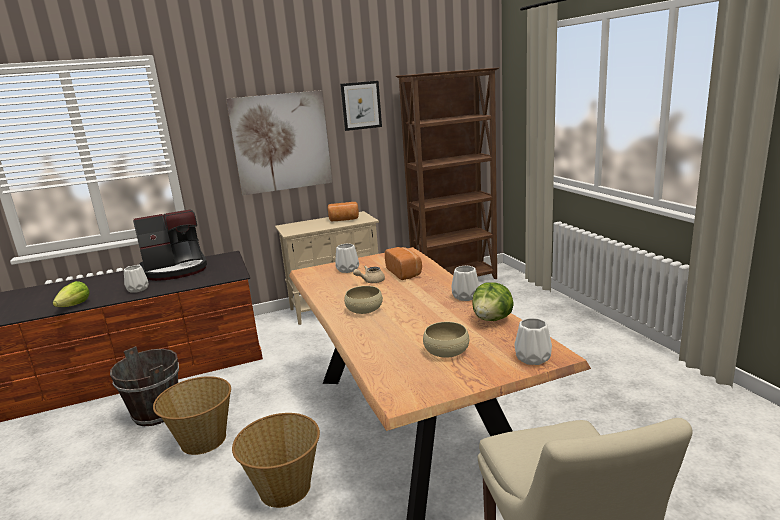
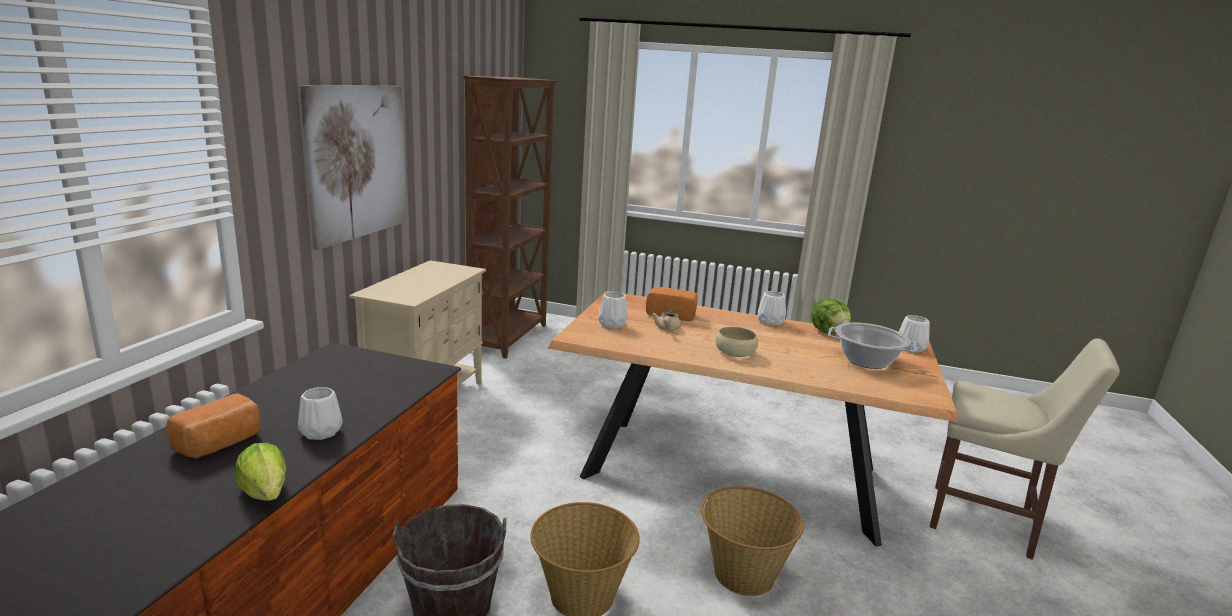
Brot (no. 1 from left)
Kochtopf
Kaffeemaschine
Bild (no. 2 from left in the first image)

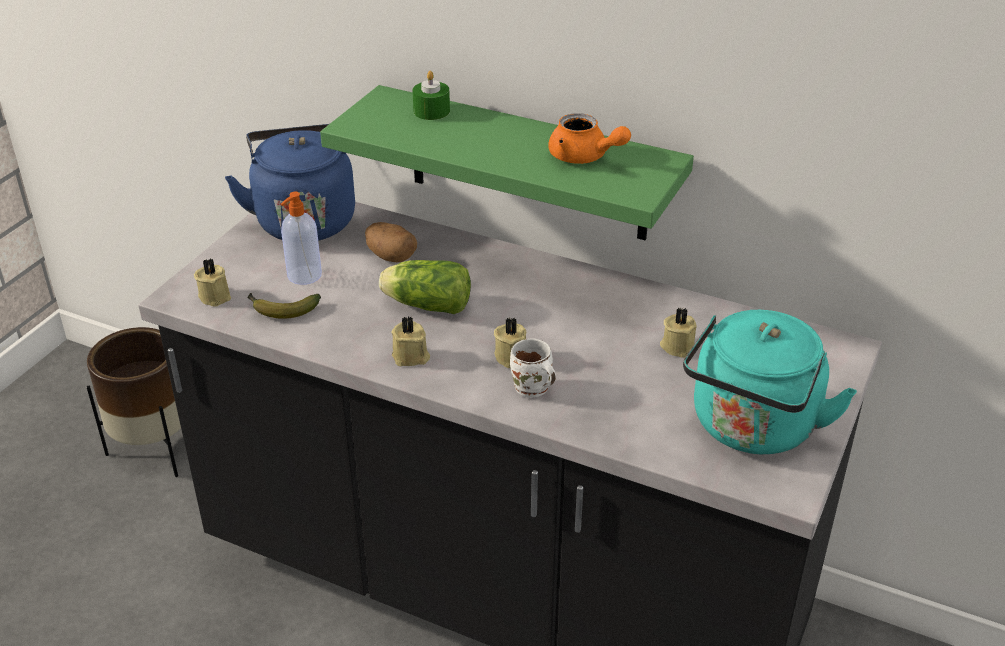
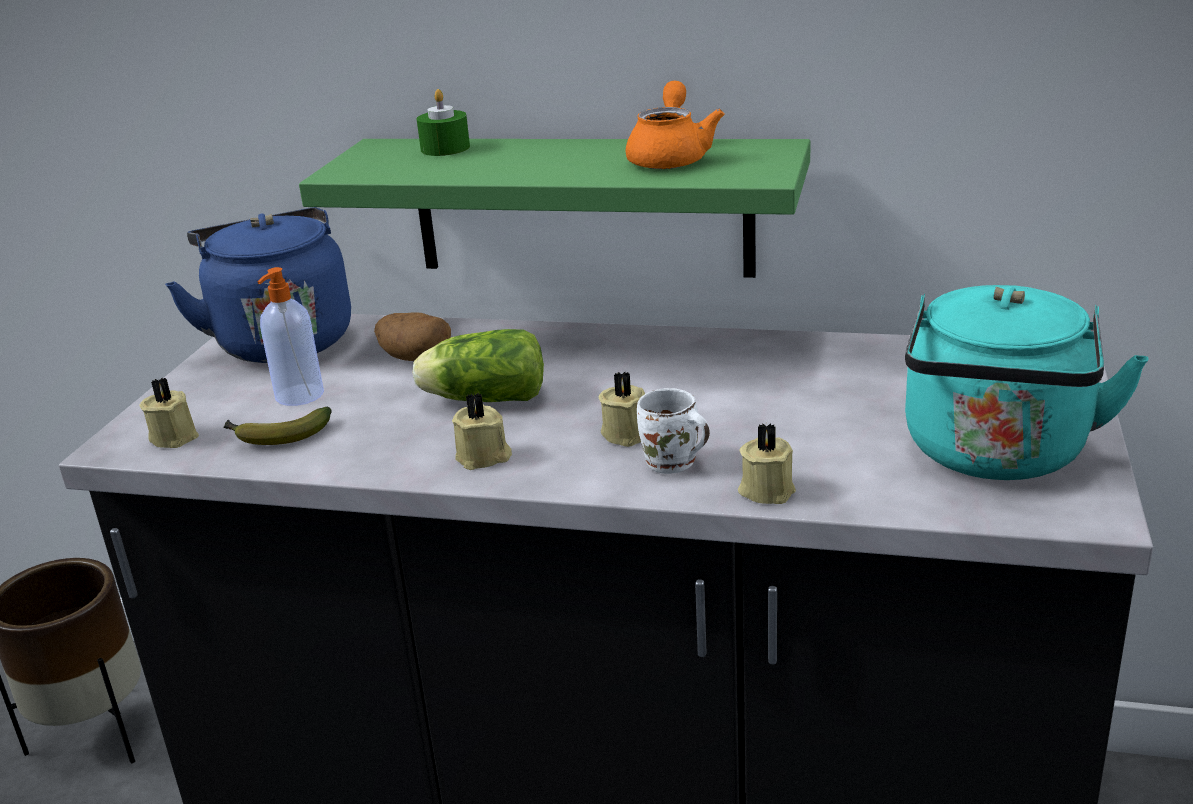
Teekanne [orange]
Kerze [beige] (no. 4 from left)

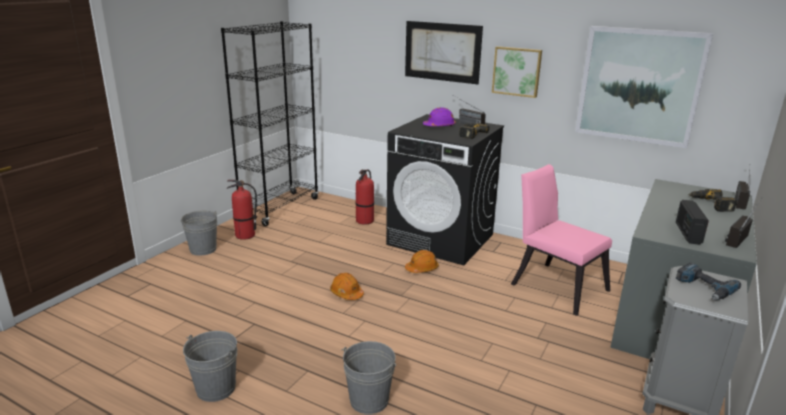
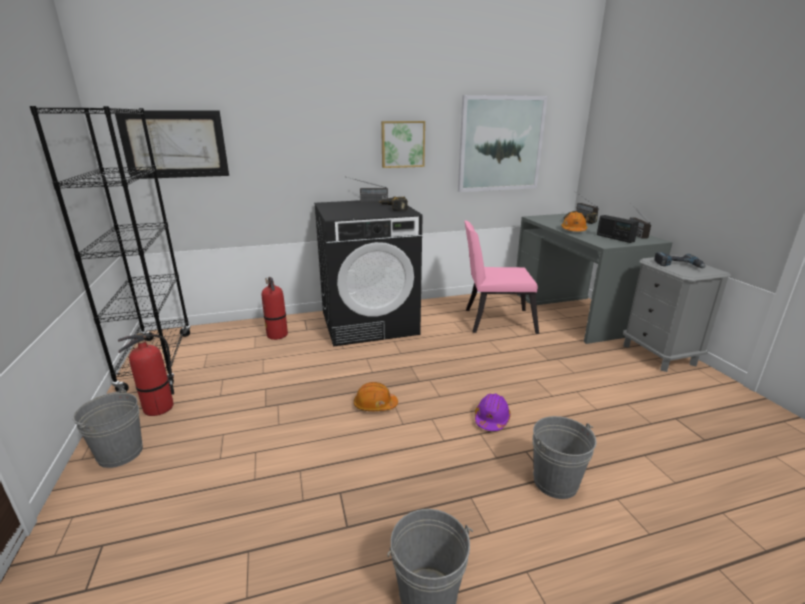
Bild (no. 1 from left)
Schutzhelm [lila]
Schutzhelm [orange] (no. 2 from left)

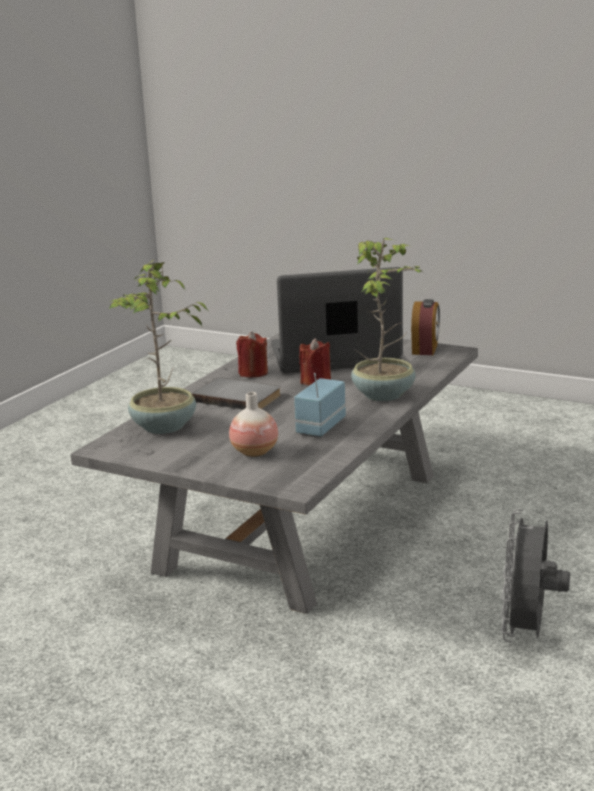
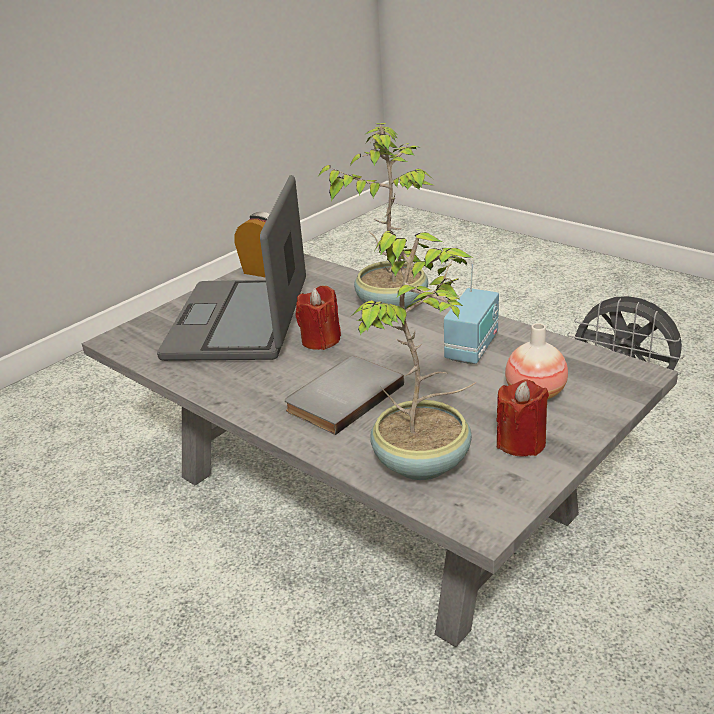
Radio
Kerze [rot] (no. 2 from left)

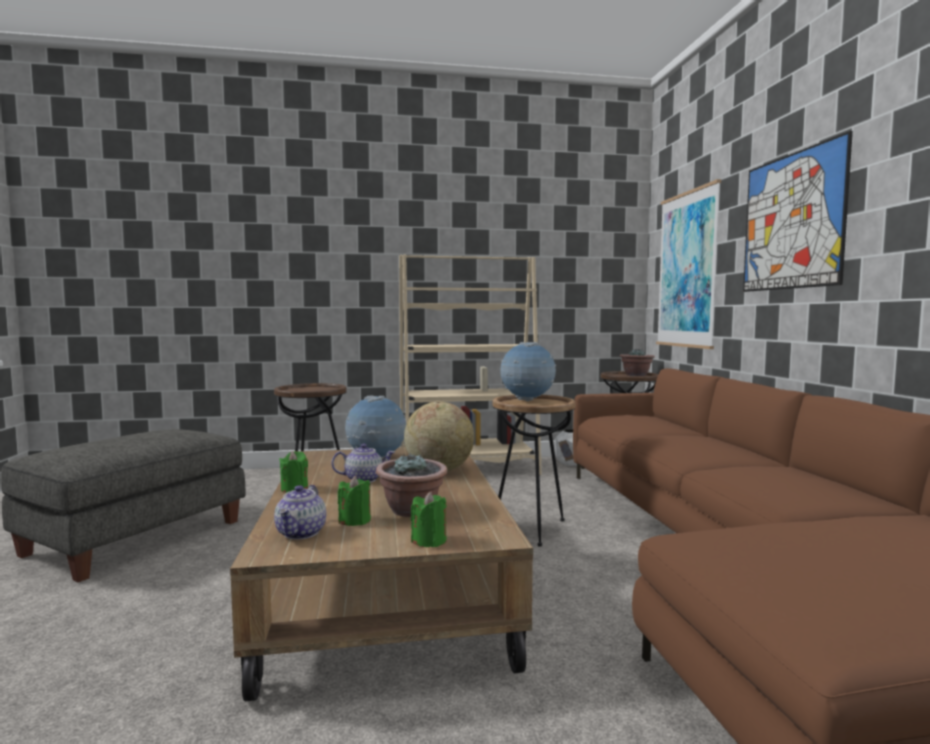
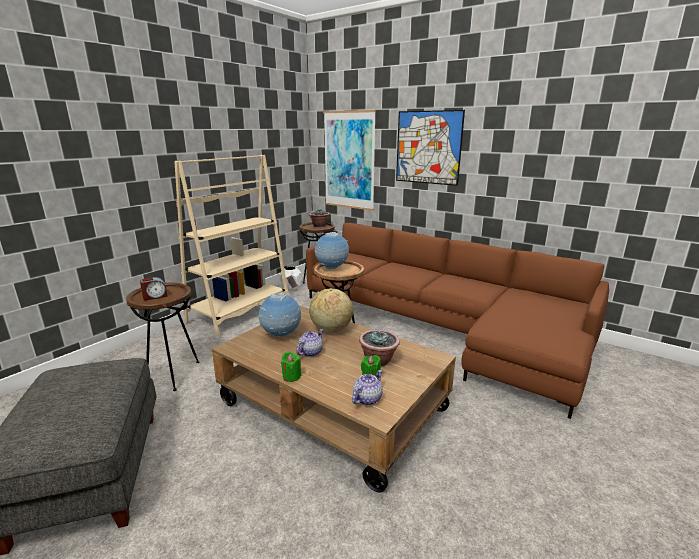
Wecker
Teekanne (no. 2 from left)
Kerze [grün] (no. 3 from left in the first image)

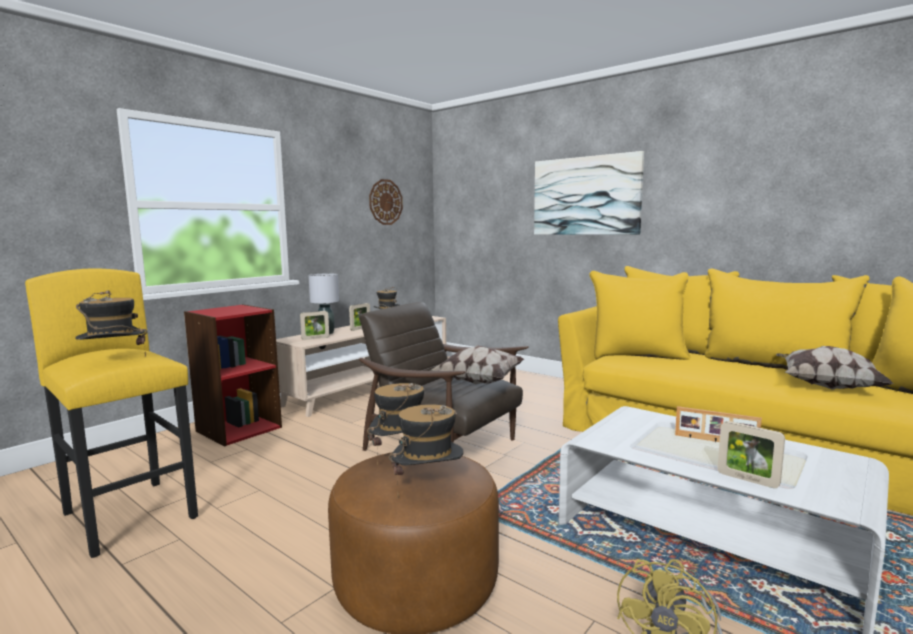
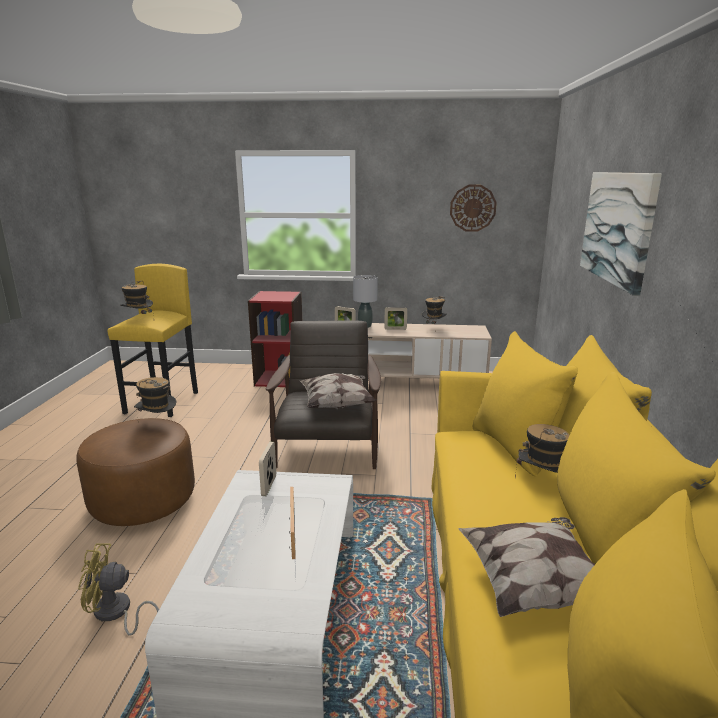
Bilderrahmen (no. 1 from left)
Hut (no. 4 from left)

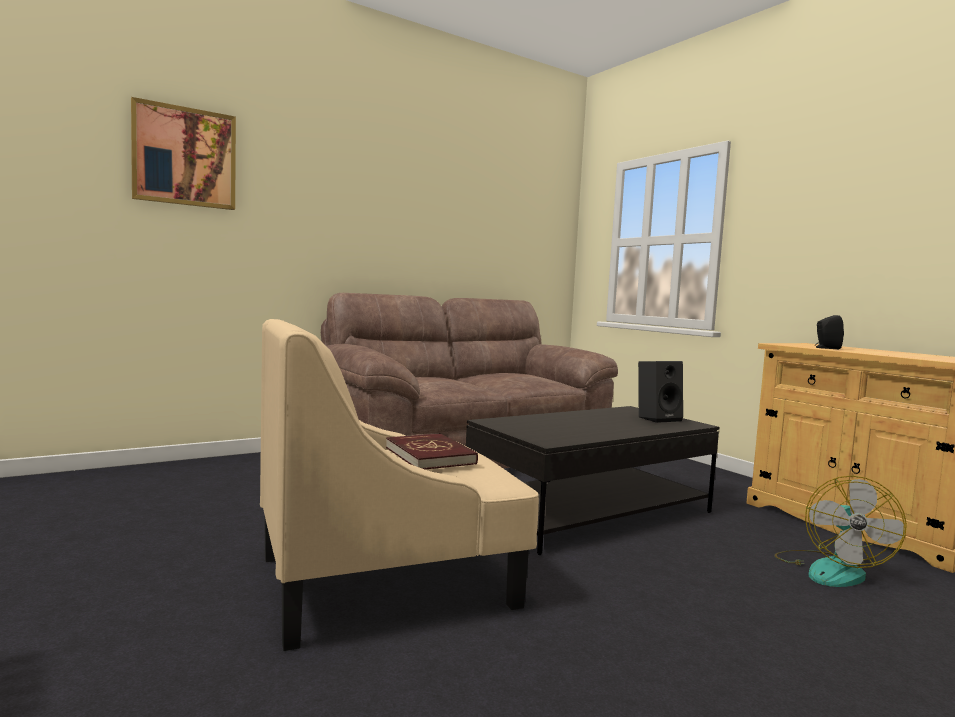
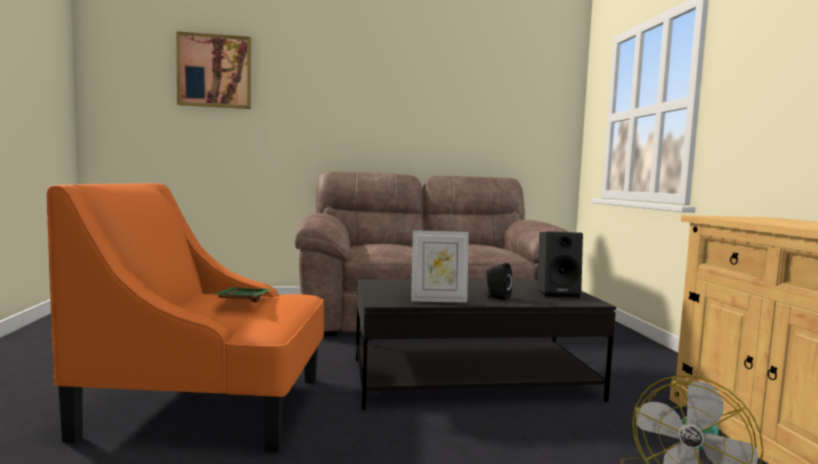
Sessel [orange]
Tablett [grün]
Bilderrahmen
Lautsprecher [schwarz] (no. 1 from left)

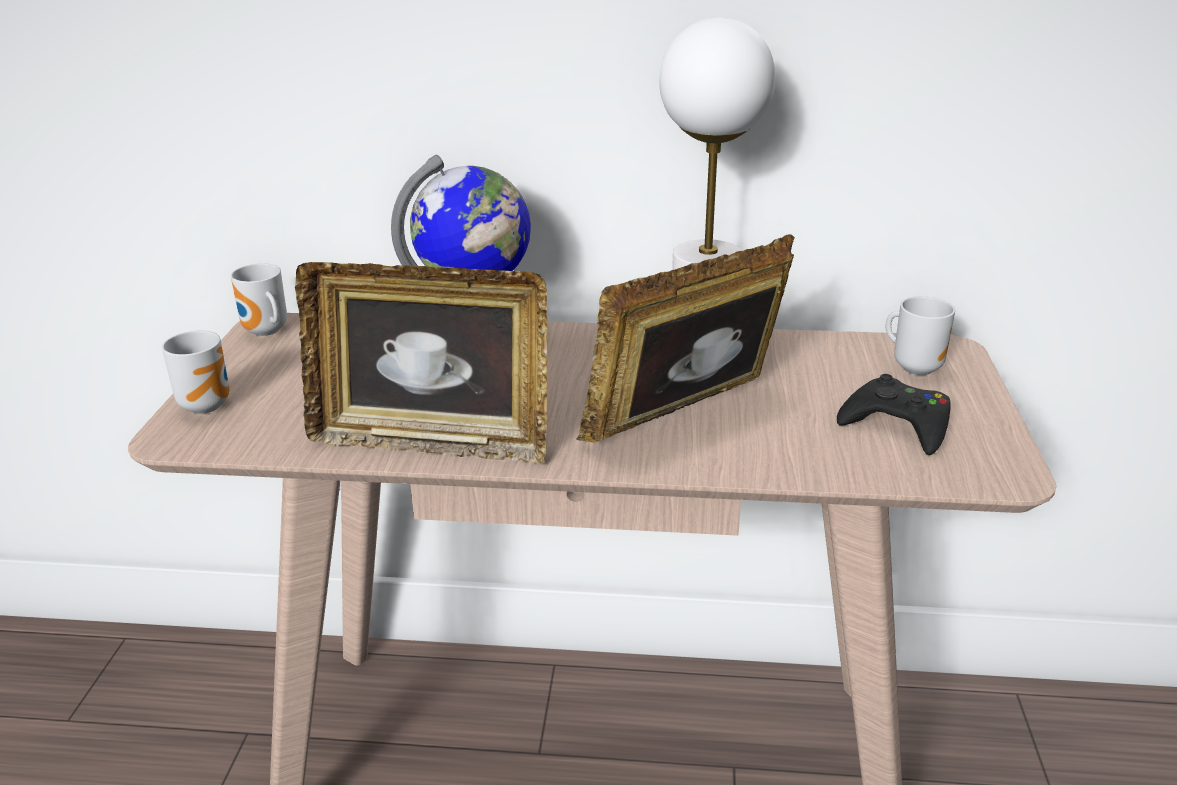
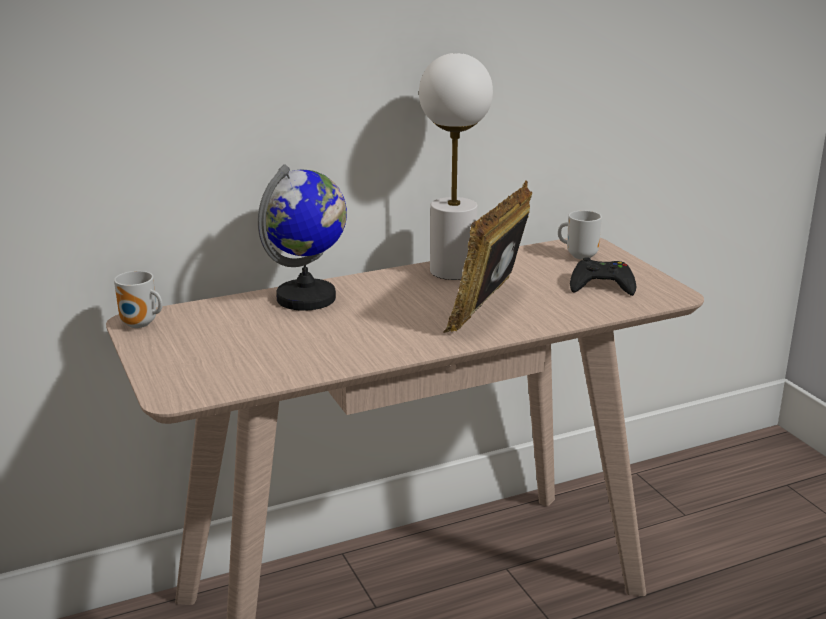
Henkelbecher (no. 1 from left in the first image)
Bilderrahmen (no. 1 from left in the first image)

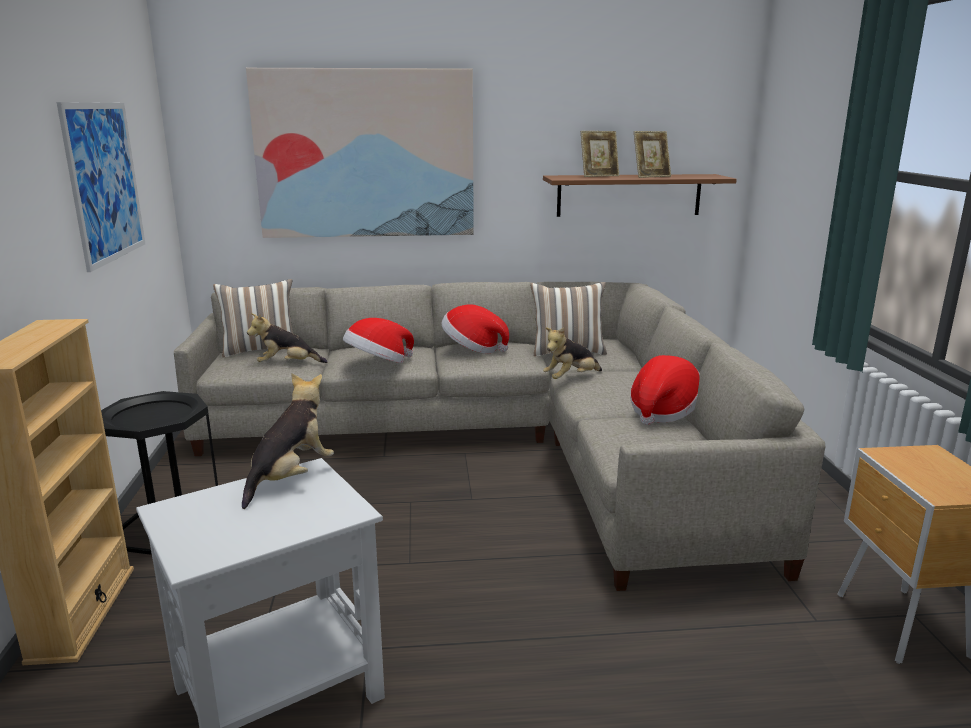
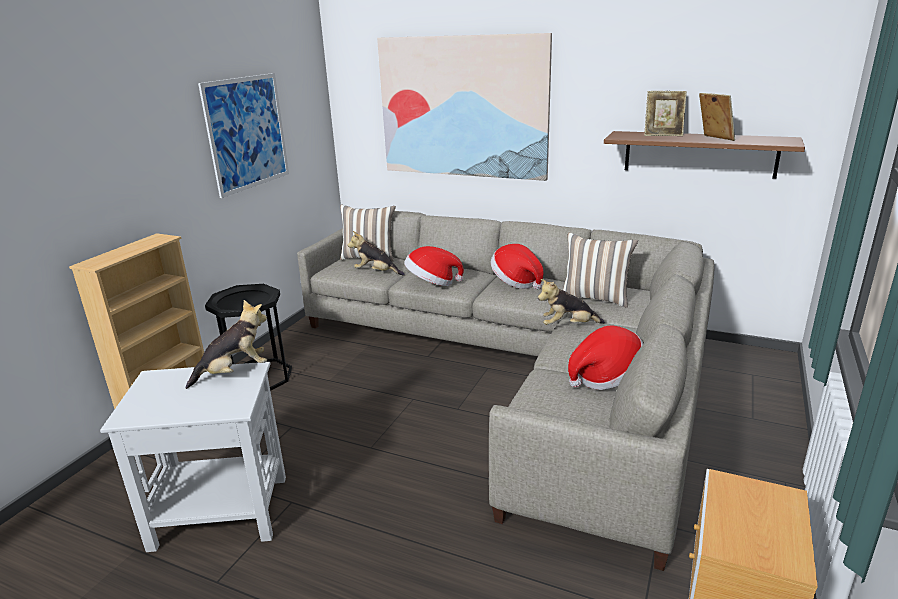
Bilderrahmen (no. 2 from left)

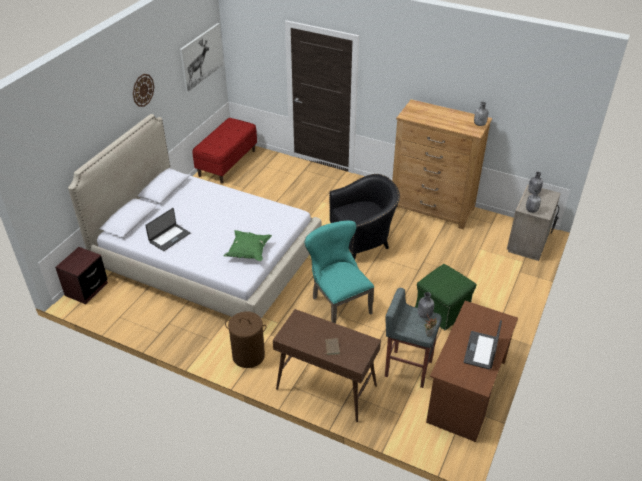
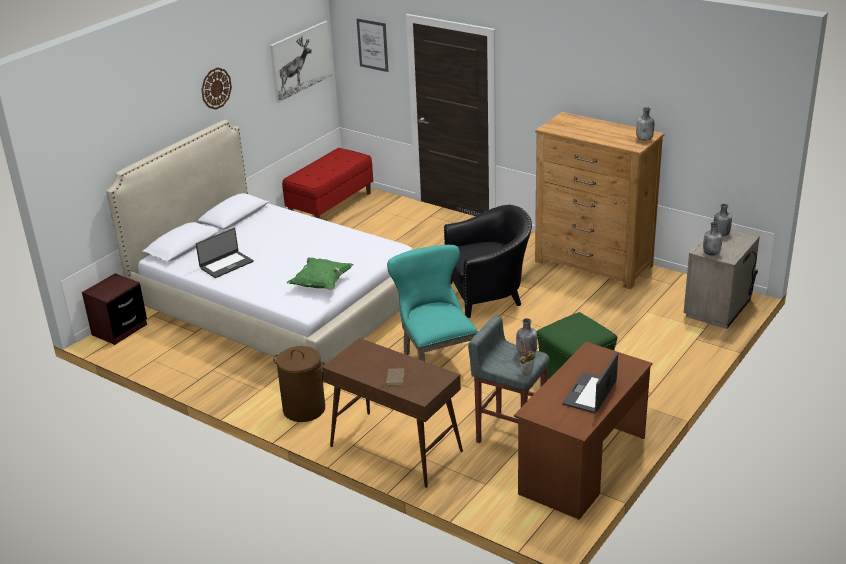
Bild (no. 2 from left)

